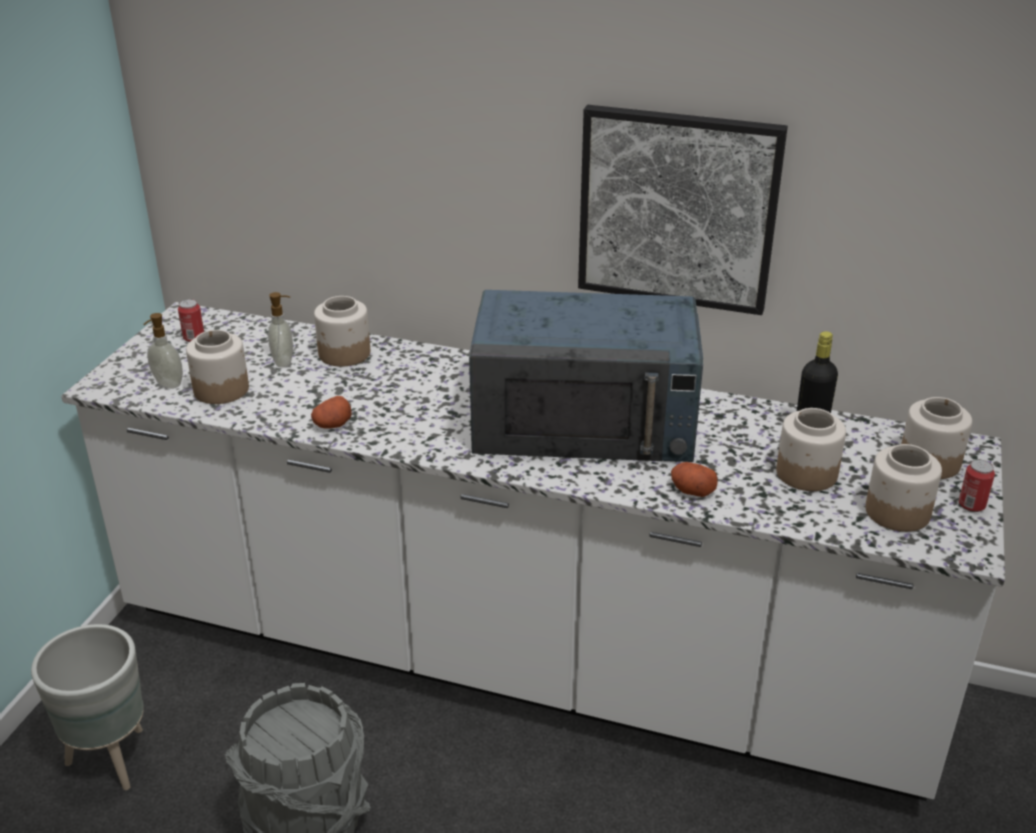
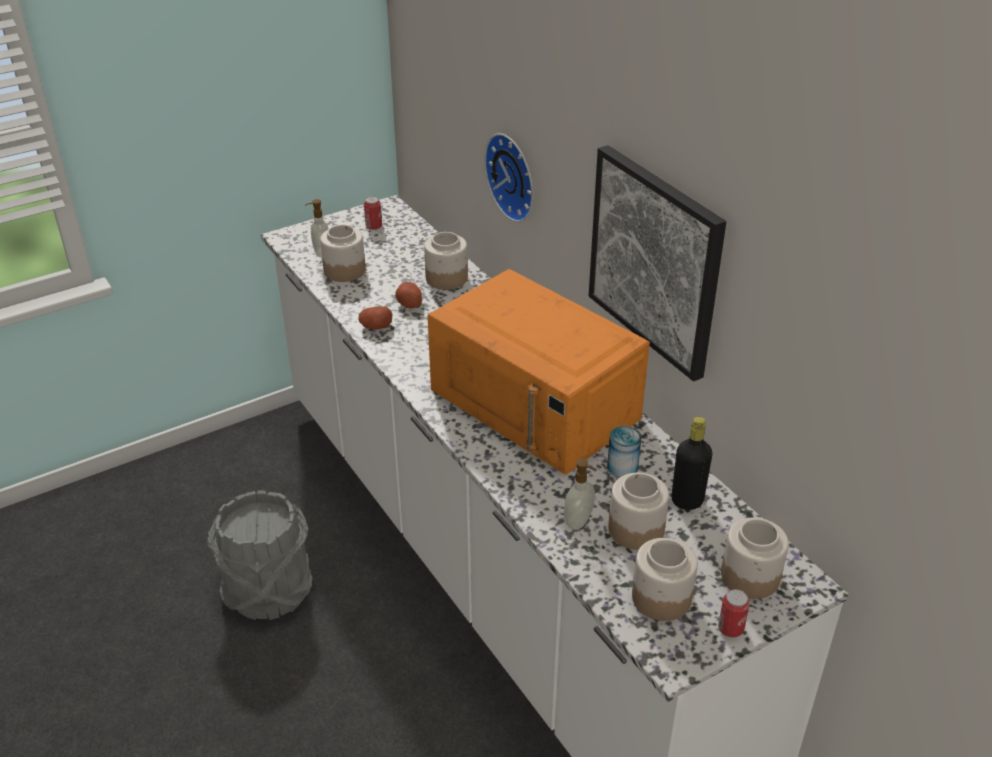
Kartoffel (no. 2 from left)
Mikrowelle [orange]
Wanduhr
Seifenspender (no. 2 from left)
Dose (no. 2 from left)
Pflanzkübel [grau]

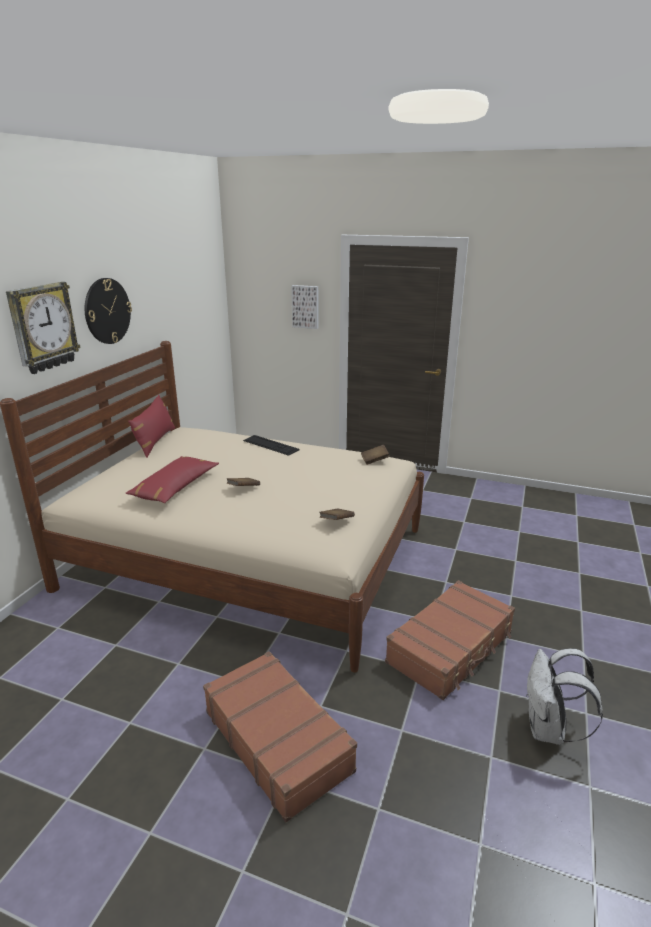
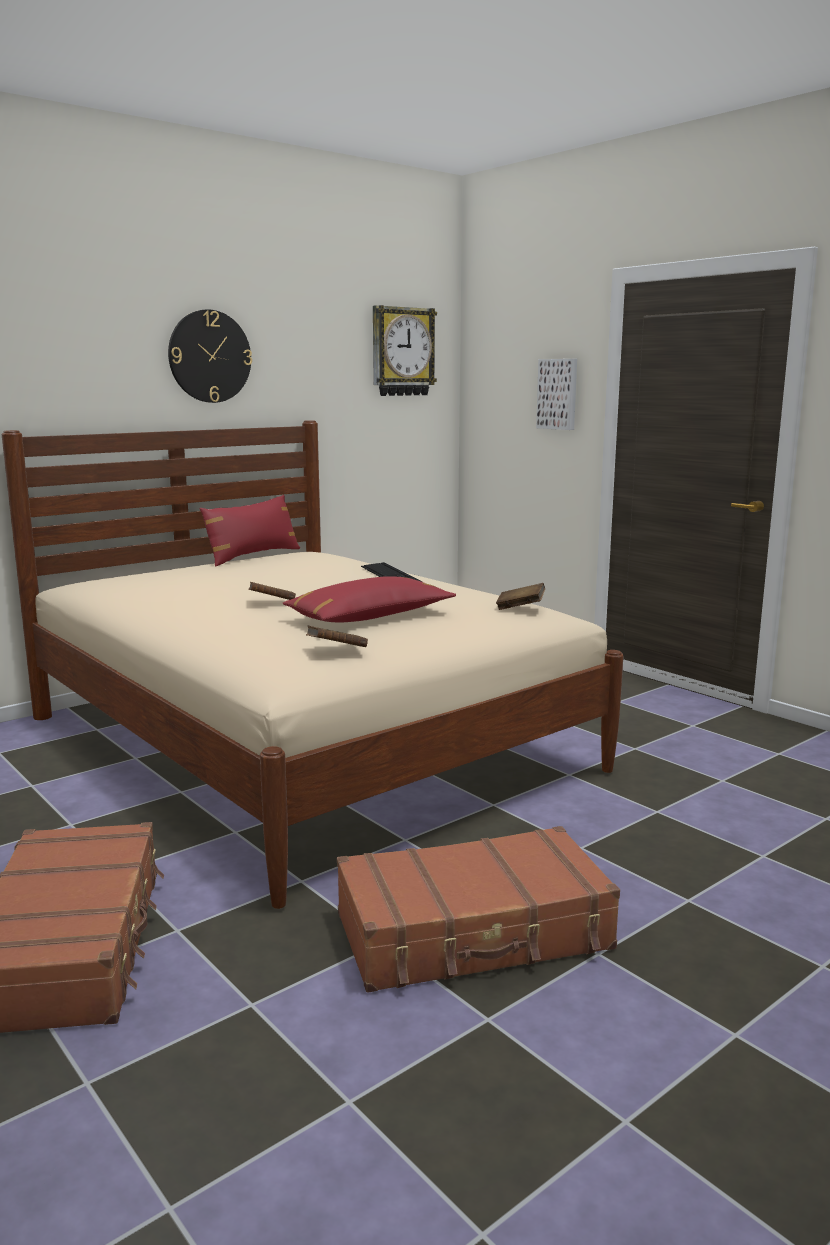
Kissen [rot] (no. 2 from left)
Wanduhr (no. 2 from left)
Rucksack [weiß]

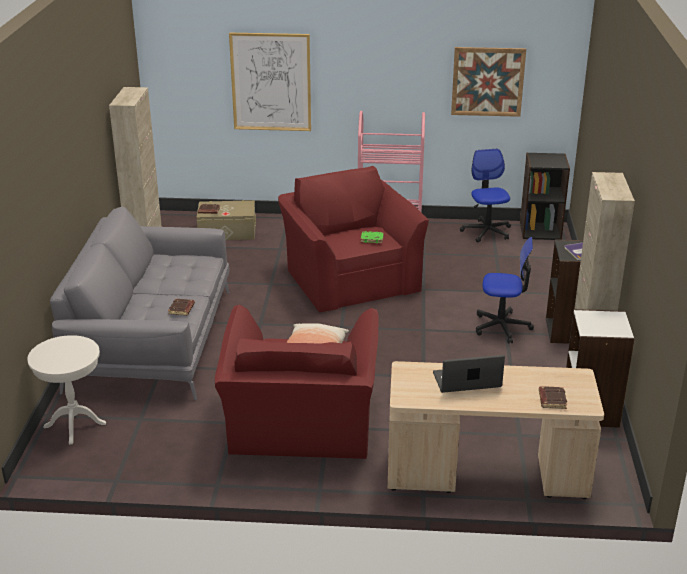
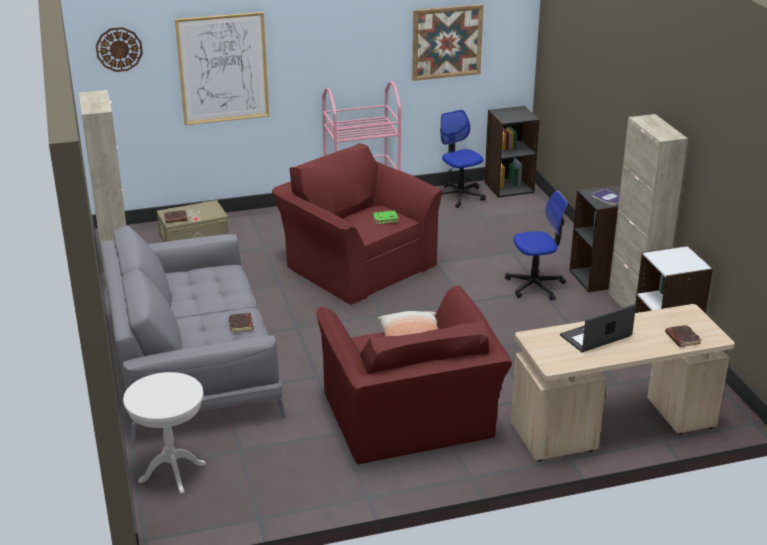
Wanduhr

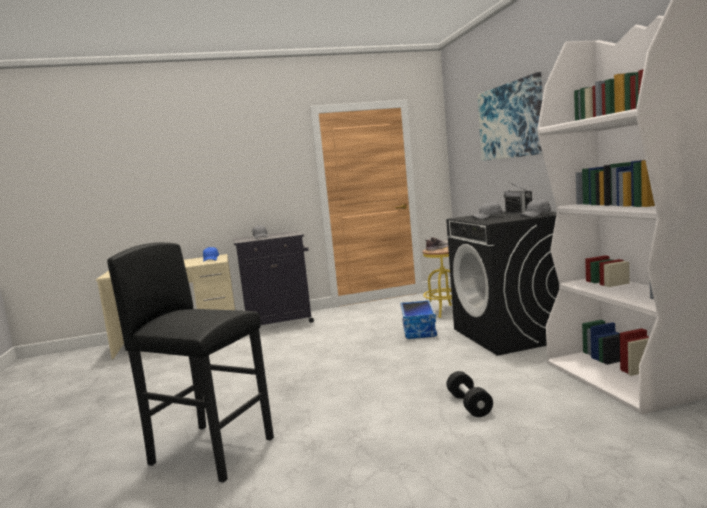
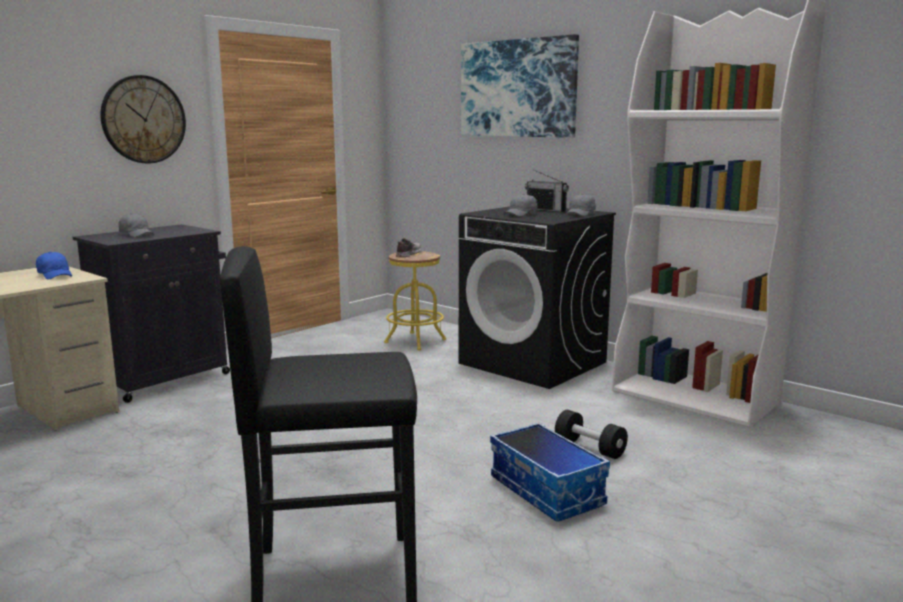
Wanduhr
Aufbewahrungsbox

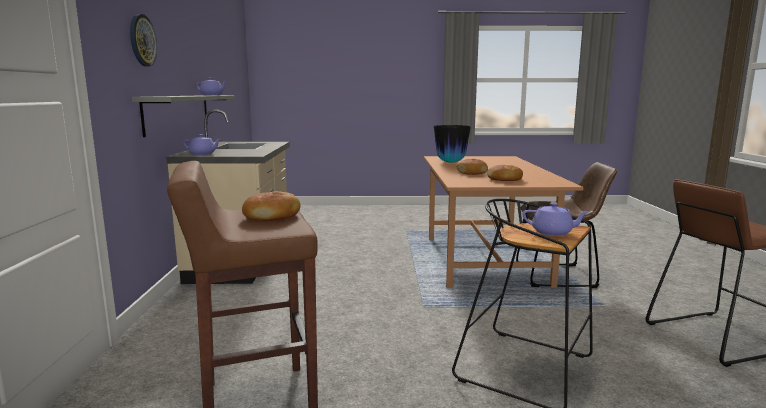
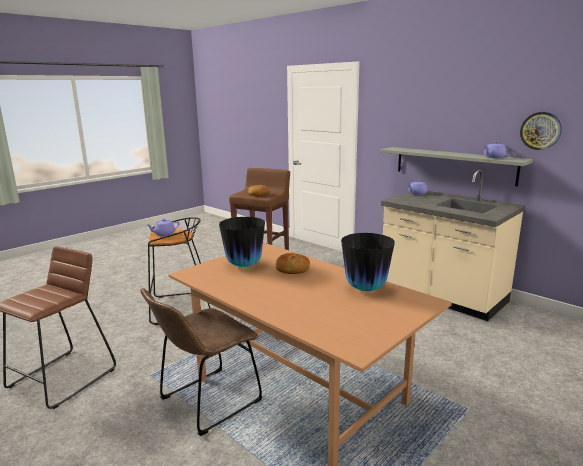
Vase (no. 1 from left)
Wanduhr

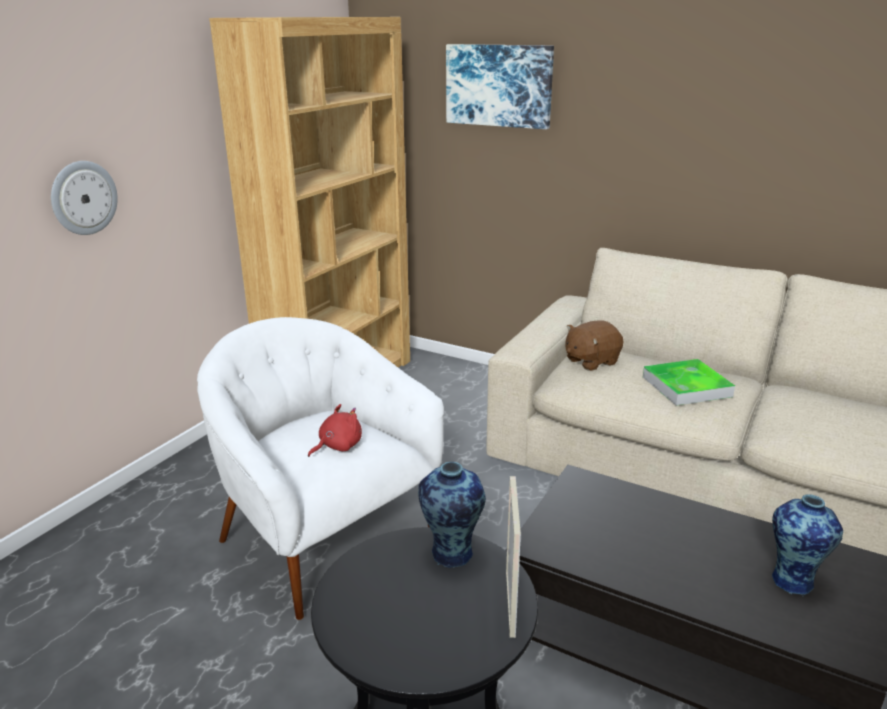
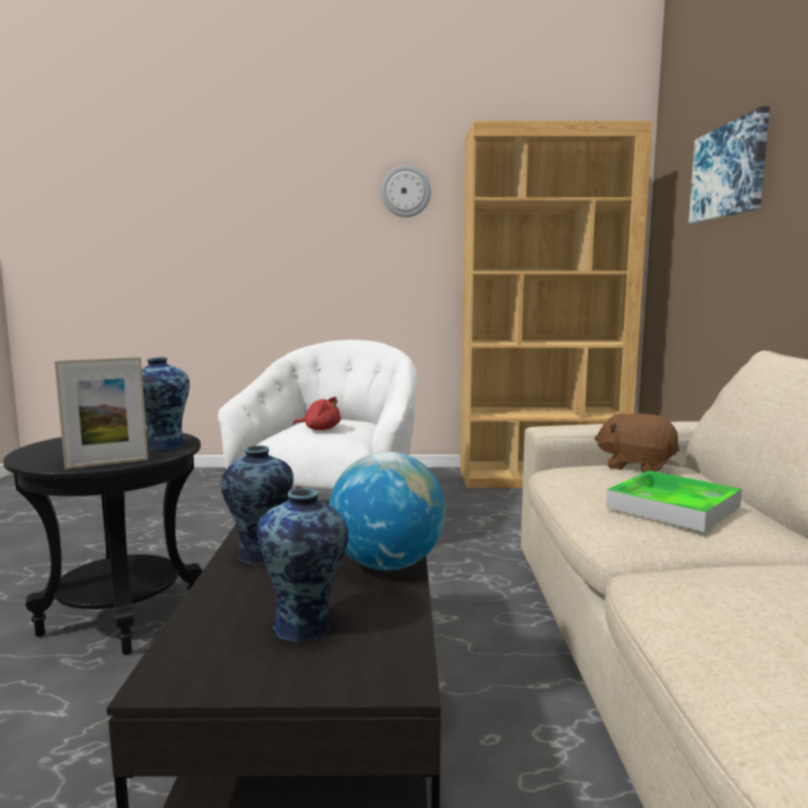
Vase (no. 2 from left)
Globus
Wanduhr

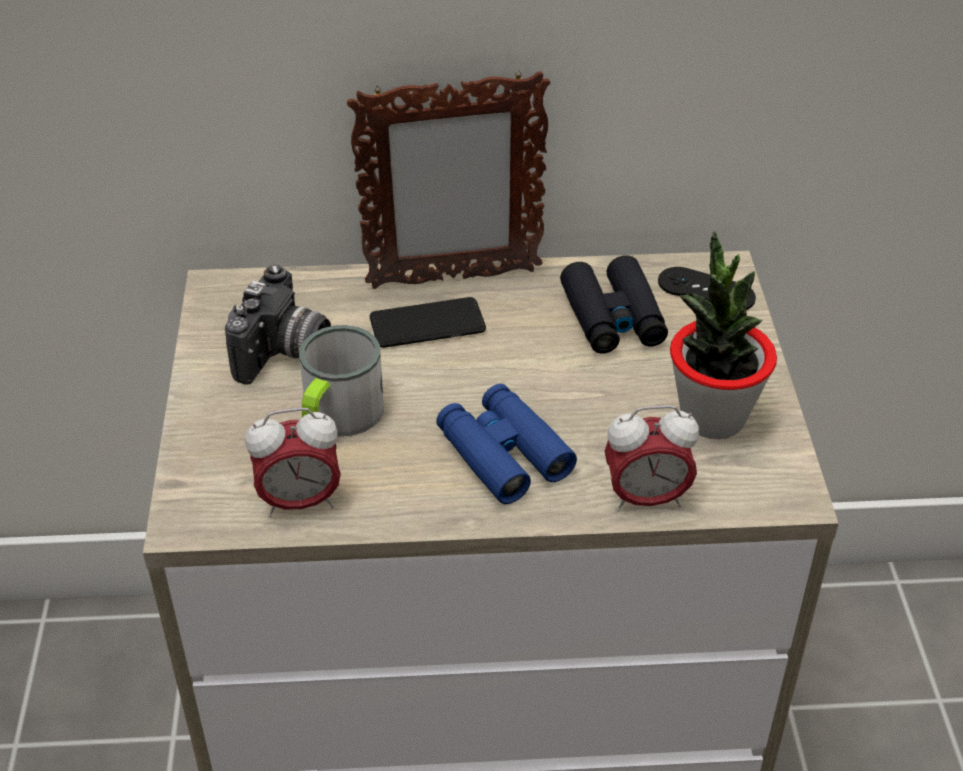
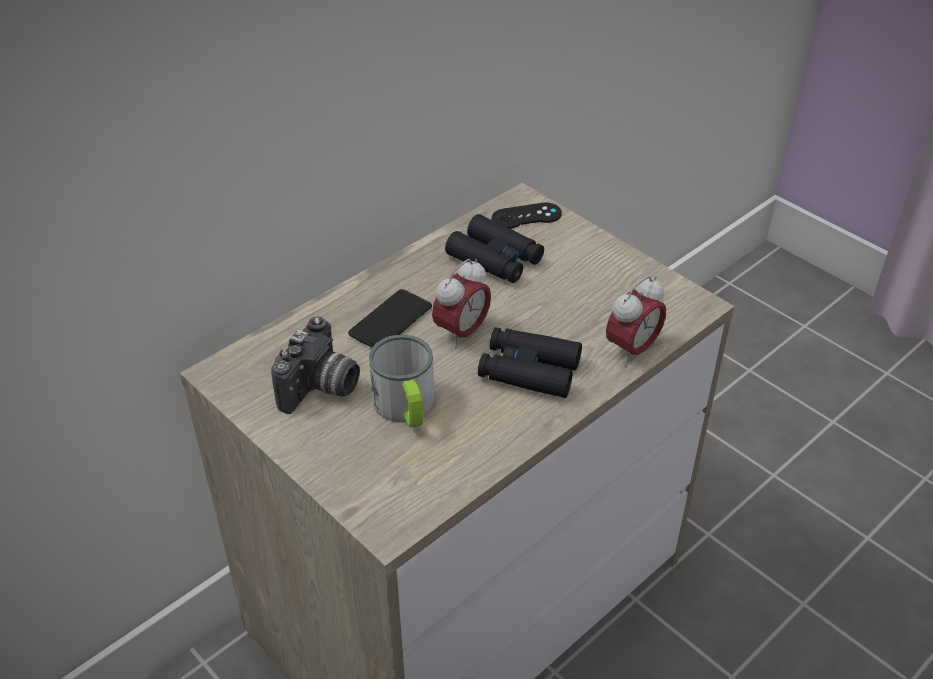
Kamera
Wecker (no. 1 from left)
Fernglas [schwarz] (no. 2 from left)
Bilderrahmen
Topfpflanze

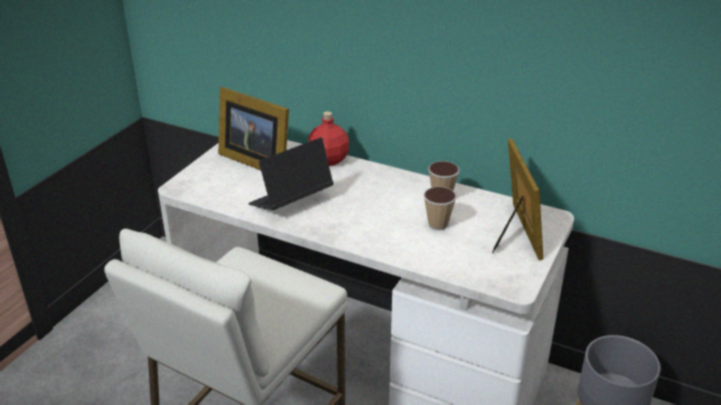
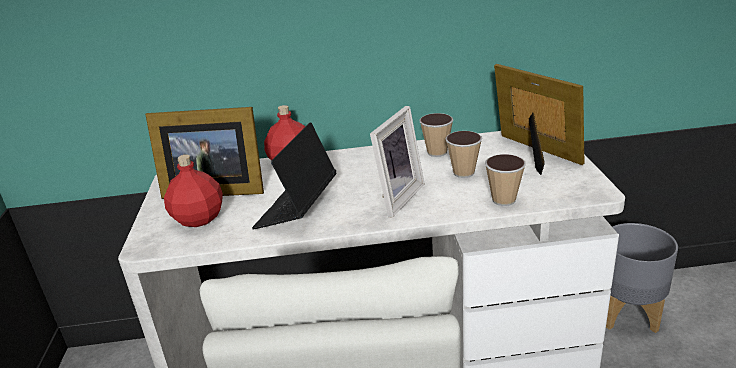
Flasche [rot] (no. 1 from left)
Bilderrahmen (no. 2 from left)
Tasse (no. 3 from left)

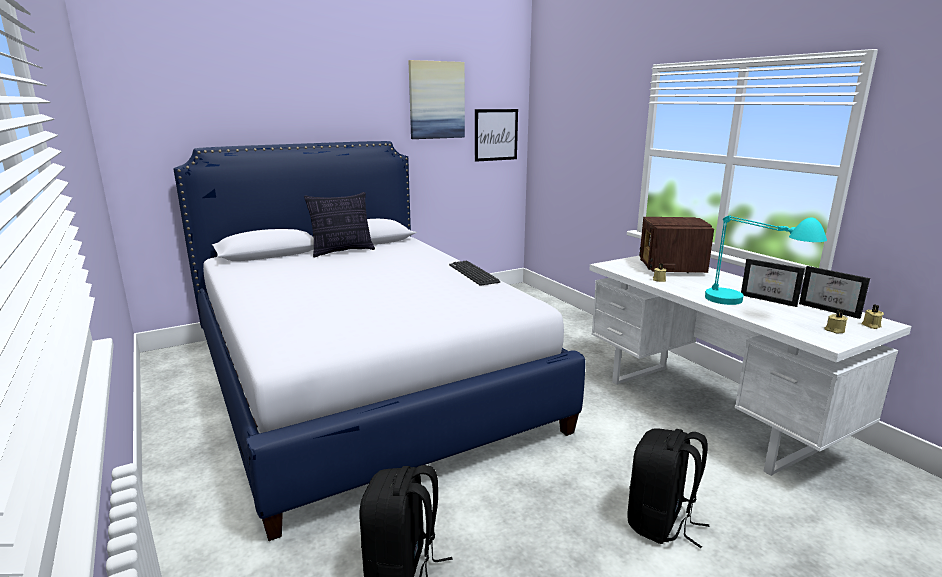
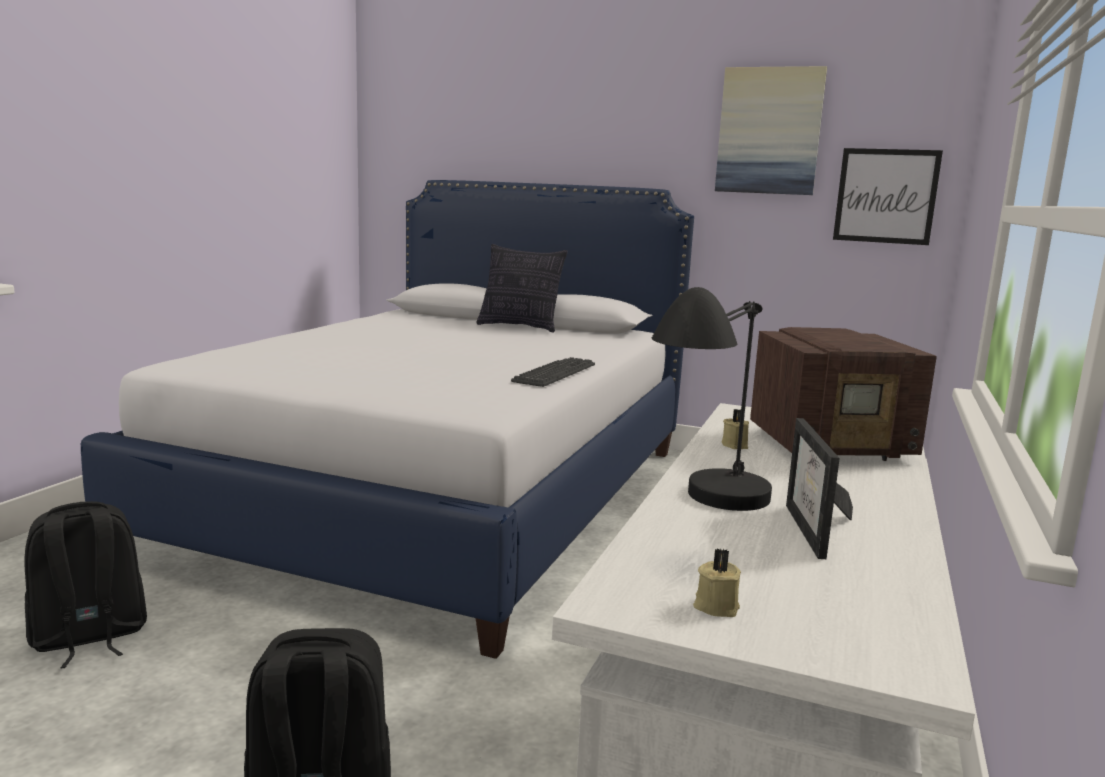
Tischlampe [schwarz]
Radio
Bilderrahmen (no. 2 from left in the first image)
Kerze [beige] (no. 3 from left in the first image)

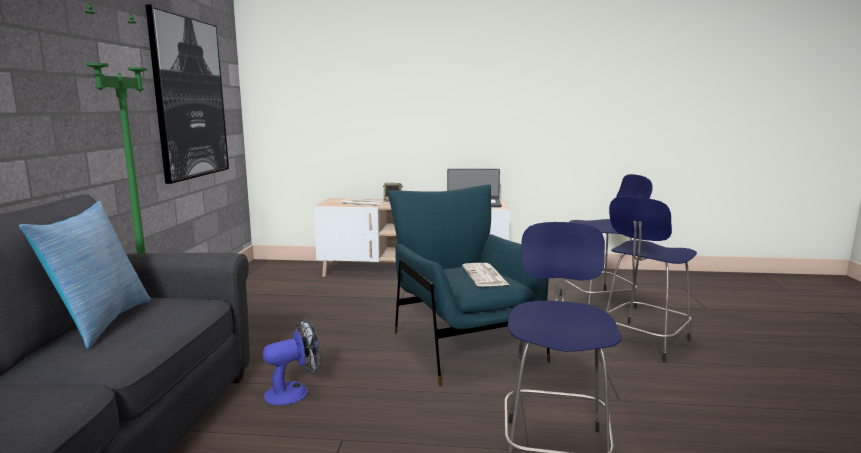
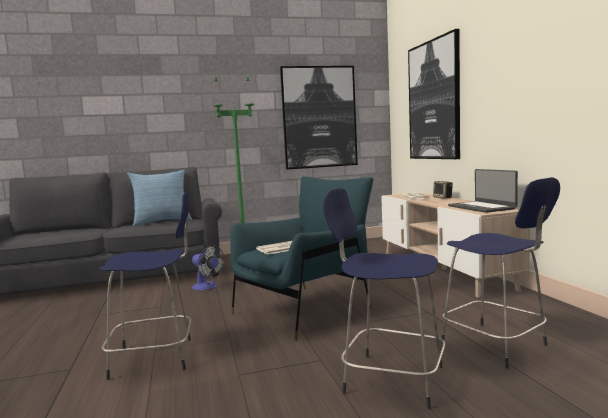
Bild (no. 2 from left)

